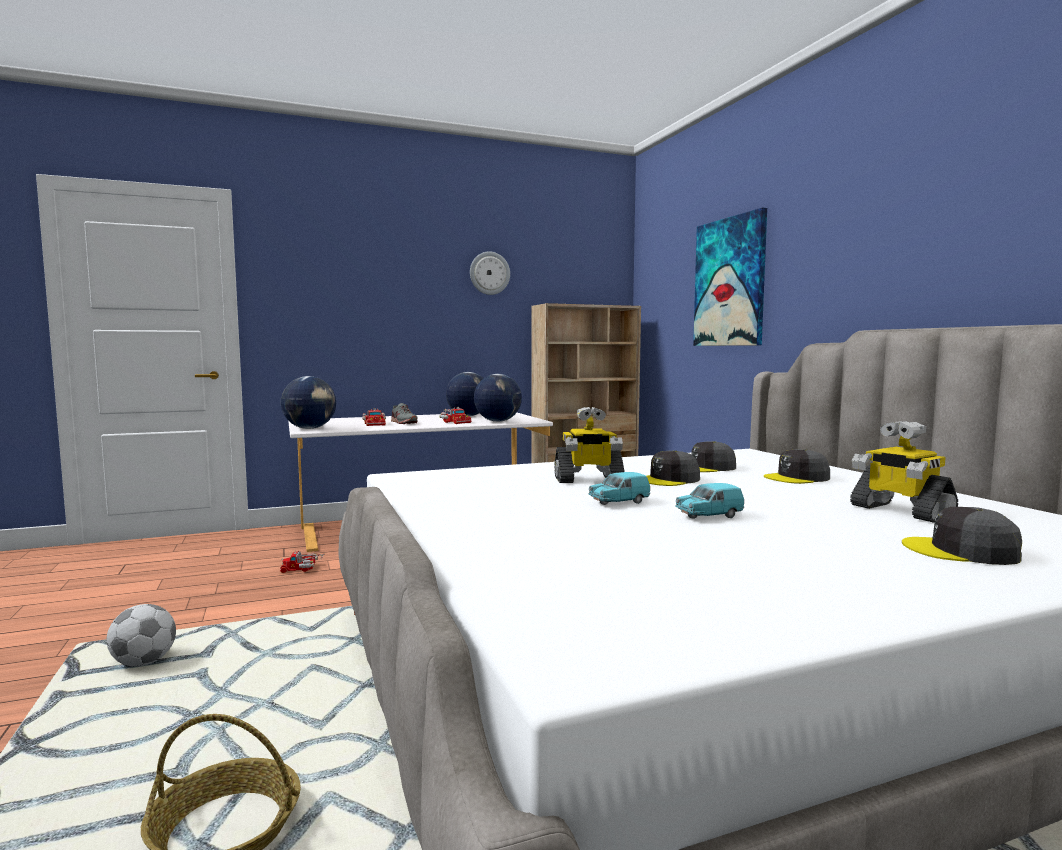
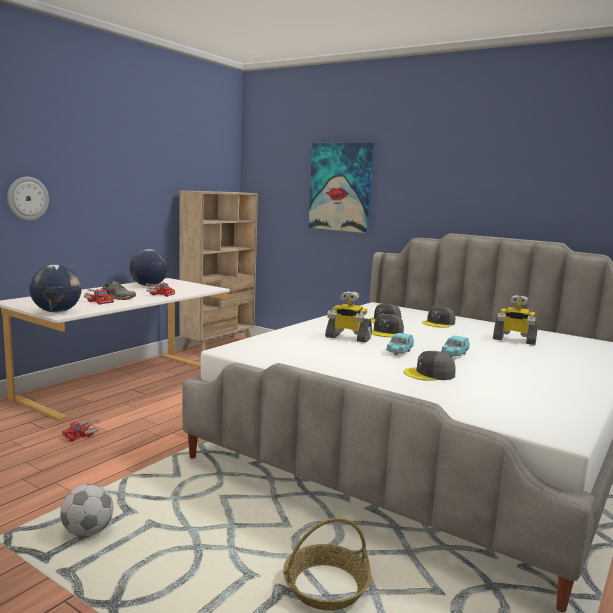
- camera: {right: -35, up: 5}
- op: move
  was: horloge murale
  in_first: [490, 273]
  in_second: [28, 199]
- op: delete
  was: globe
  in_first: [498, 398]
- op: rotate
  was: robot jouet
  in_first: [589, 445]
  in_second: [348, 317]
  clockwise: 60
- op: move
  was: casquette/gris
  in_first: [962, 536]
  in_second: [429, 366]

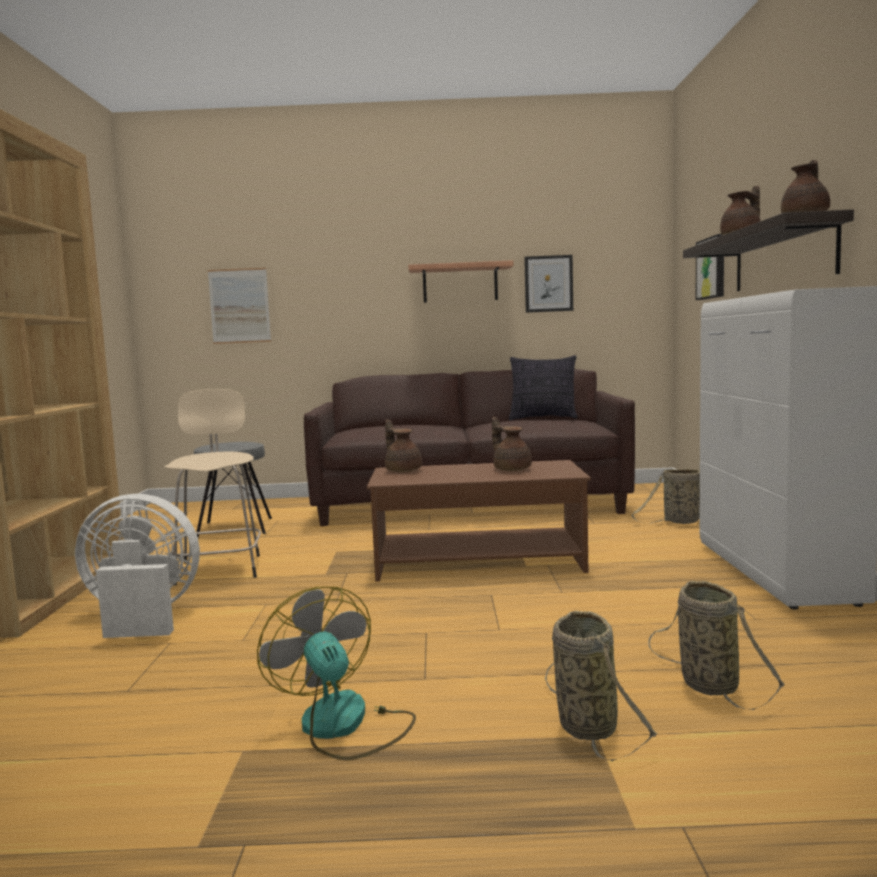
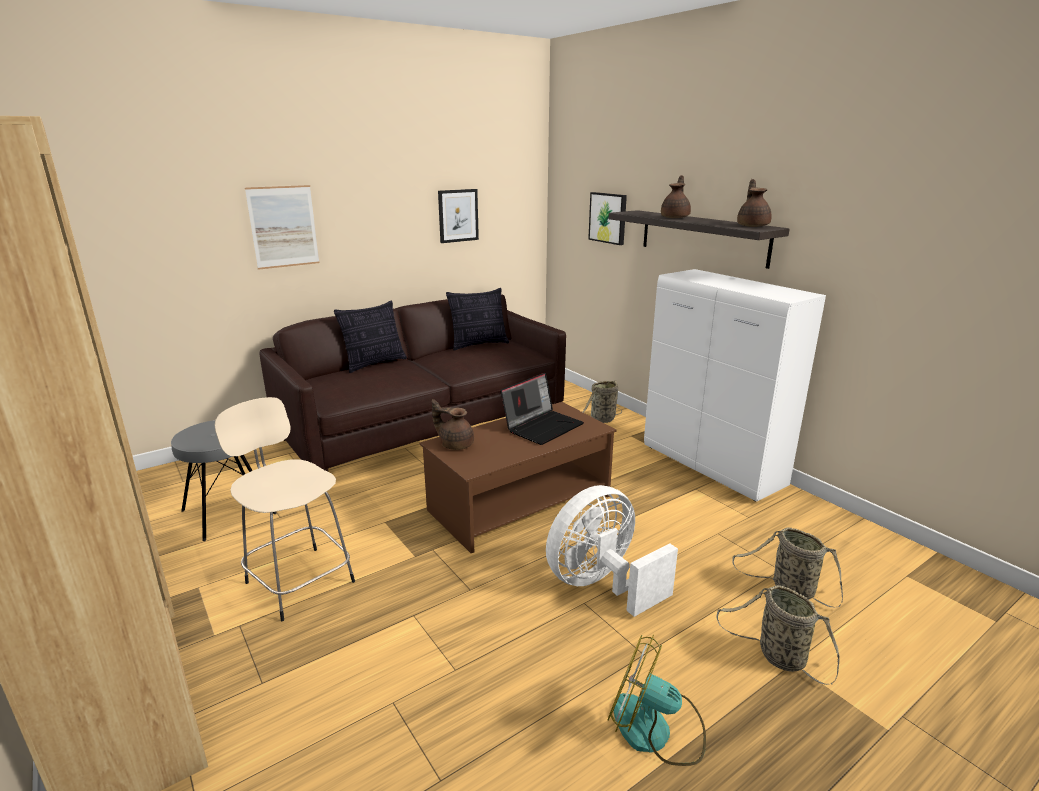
- camera: {right: -35, up: 15}
- op: move
  was: ventilateur/blanc
  in_first: [137, 566]
  in_second: [612, 551]
- op: move
  was: tableau
  in_first: [239, 306]
  in_second: [282, 227]
- op: delete
  was: étagère
  in_first: [460, 281]
- op: replace
  was: théière/marron
  now: ordinateur portable
  in_first: [512, 444]
  in_second: [542, 408]
- op: insert
  now: coussin
  in_second: [370, 337]

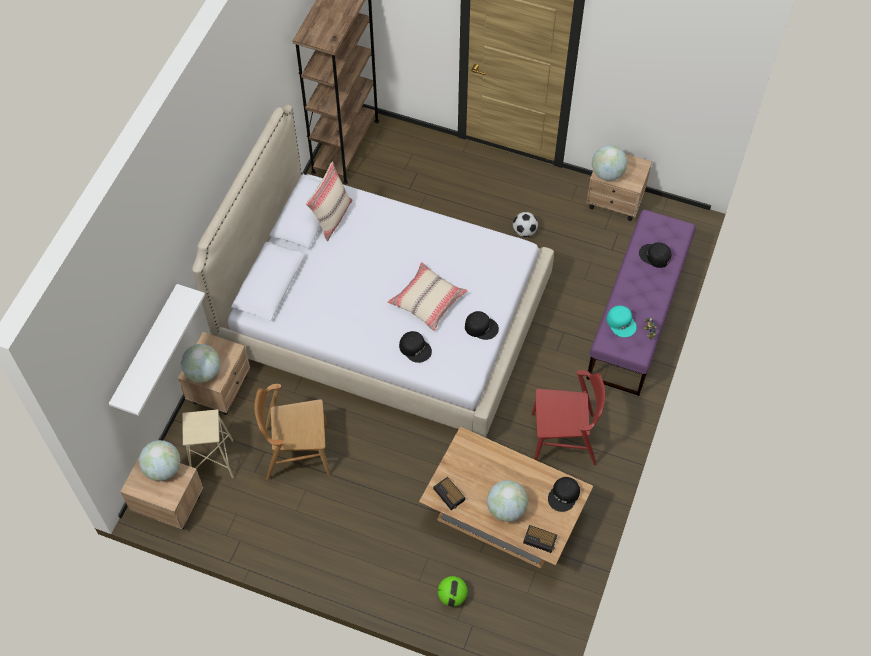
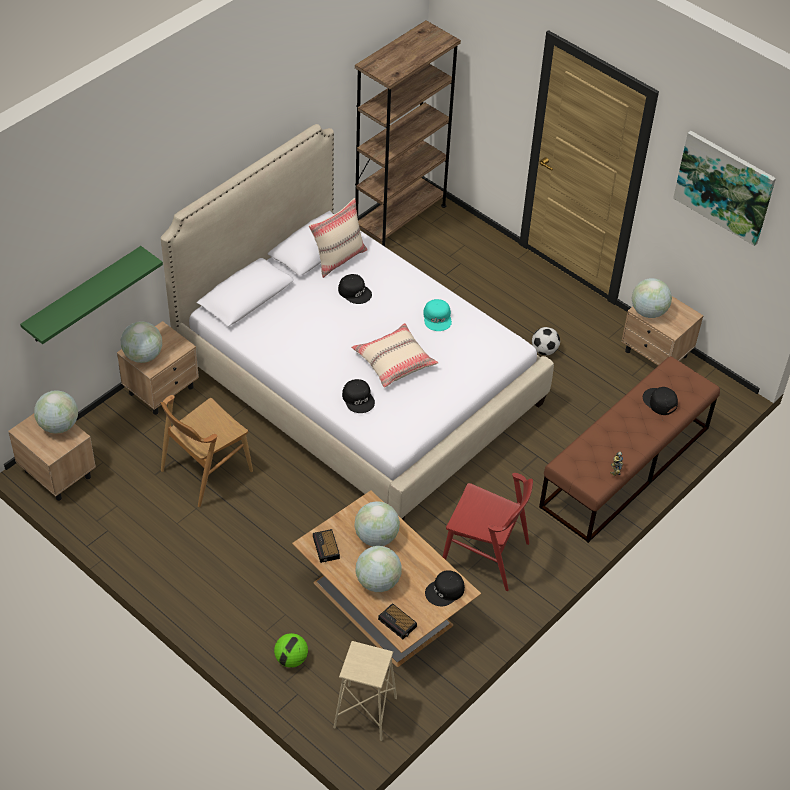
- camera: {right: 20, up: -10}
- op: recolor
  was: étagère/blanc
  now: étagère/vert
  in_first: [157, 350]
  in_second: [91, 295]
- op: move
  was: tabouret/beige
  in_first: [208, 443]
  in_second: [365, 691]
- op: rotate
  was: chaise/marron
  in_first: [292, 432]
  in_second: [206, 451]
  clockwise: -60
- op: move
  was: casquette/noir
  in_first: [482, 325]
  in_second: [355, 289]
- op: recolor
  was: banc/violet
  now: banc/marron
  in_first: [641, 303]
  in_second: [629, 449]
- op: move
  was: casquette/turquoise
  in_first: [621, 321]
  in_second: [437, 315]
- op: insert
  now: globe
  in_second: [377, 523]
- op: insert
  now: tableau
  in_second: [724, 188]

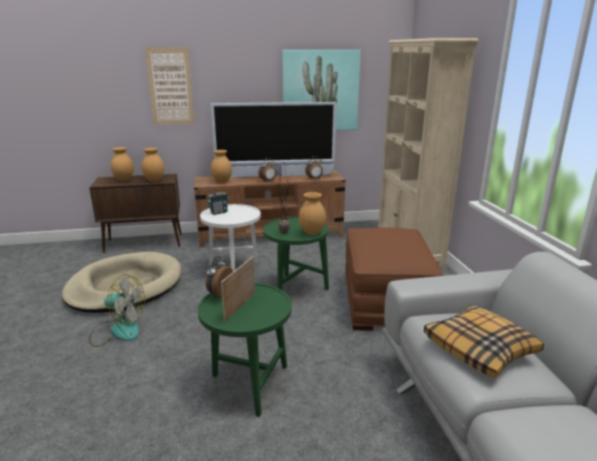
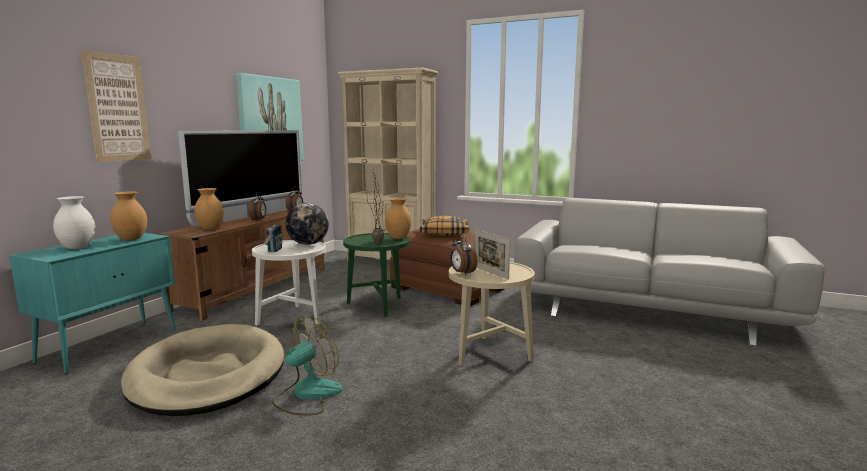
- camera: {right: -55, up: -10}
- op: recolor
  was: meuble de rangement/marron
  now: meuble de rangement/turquoise
  in_first: [135, 213]
  in_second: [92, 303]
- op: recolor
  was: vase/marron
  now: vase/blanc
  in_first: [122, 164]
  in_second: [74, 222]
- op: recolor
  was: table d'appoint/vert
  now: table d'appoint/beige
  in_first: [245, 350]
  in_second: [492, 314]
- op: move
  was: coussin
  in_first: [484, 341]
  in_second: [444, 226]
- op: insert
  now: globe
  in_second: [307, 224]

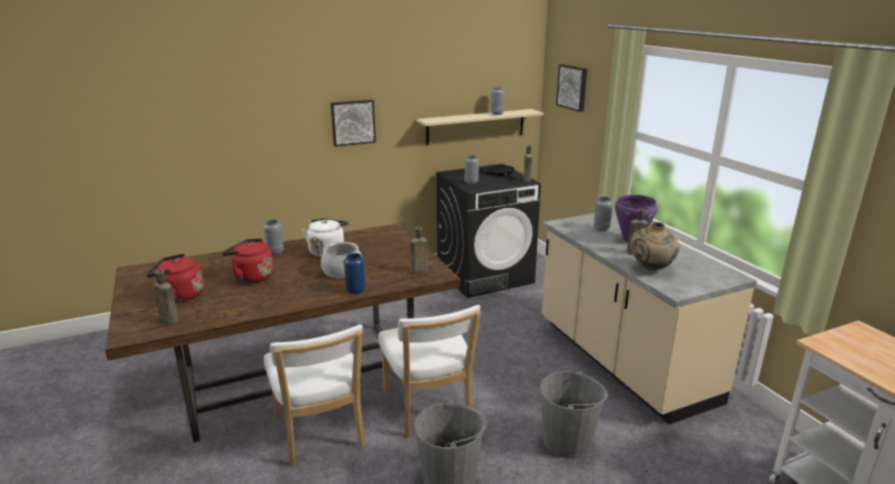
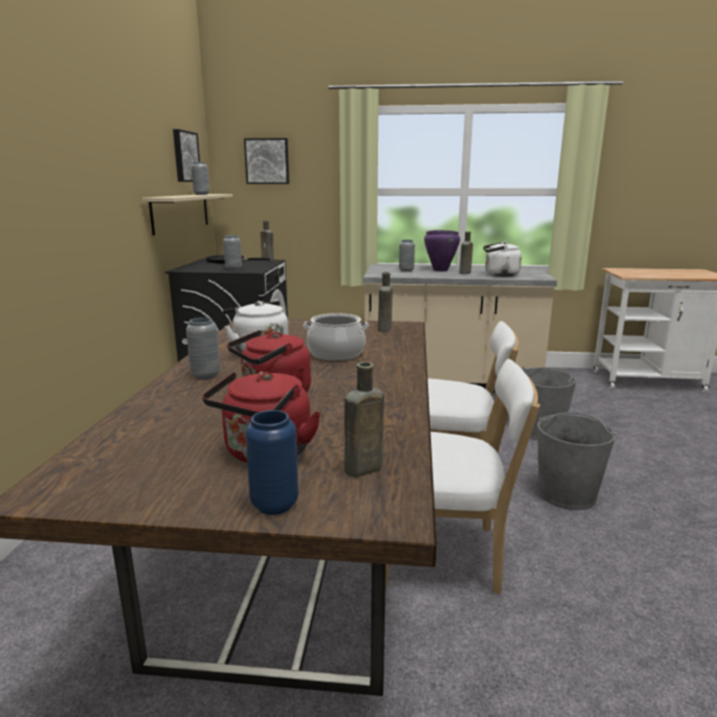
- camera: {right: -60, up: -5}
- op: move
  was: tableau
  in_first: [353, 123]
  in_second: [186, 155]
- op: move
  was: vase/bleu
  in_first: [354, 273]
  in_second: [272, 462]
- op: replace
  was: vase/beige
  now: bouilloire/blanc
  in_first: [655, 246]
  in_second: [502, 259]

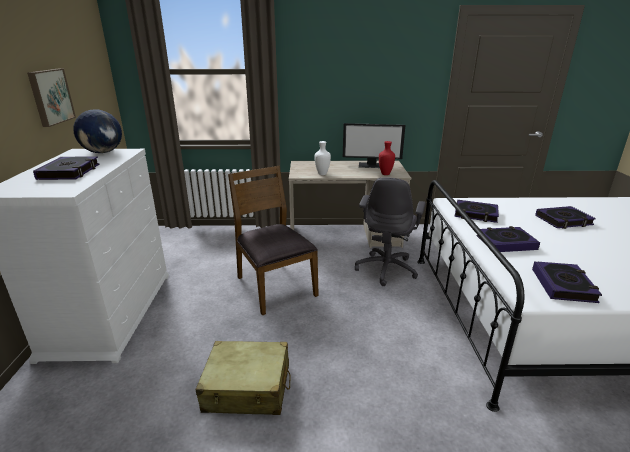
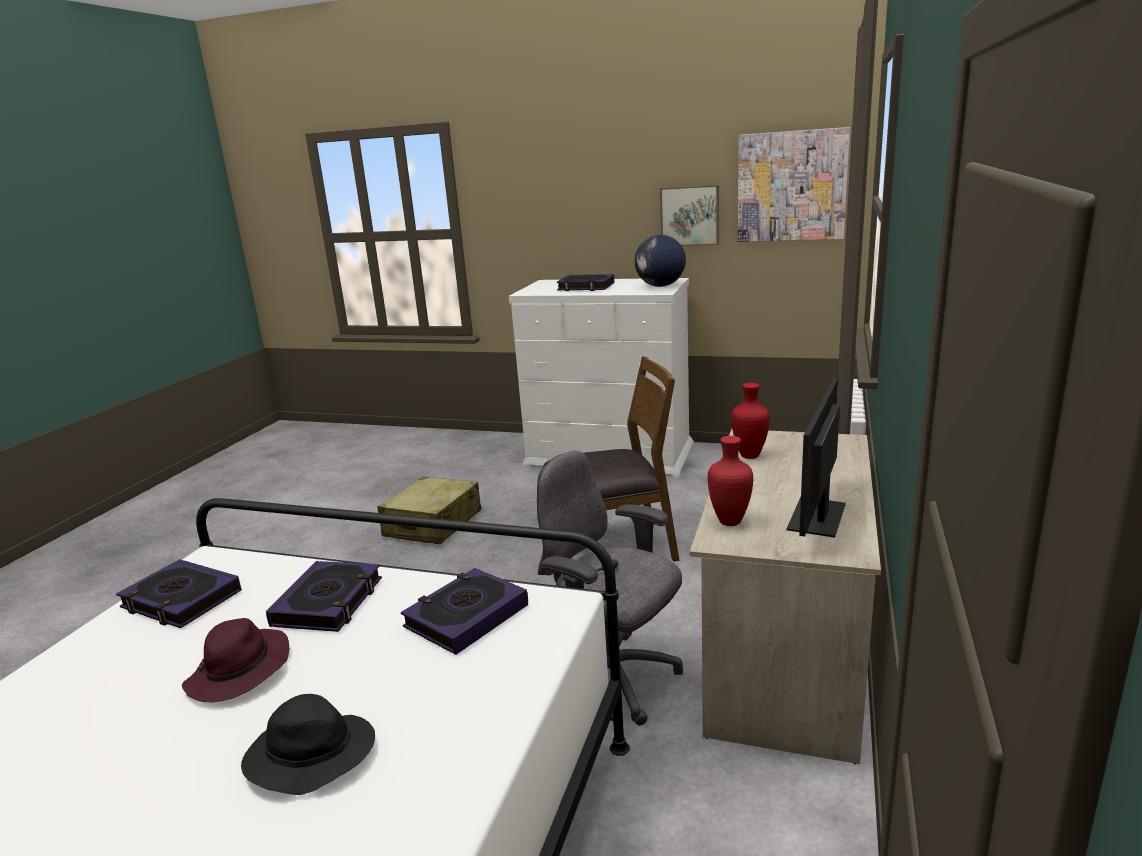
- camera: {right: 110, up: -5}
- op: recolor
  was: vase/blanc
  now: vase/rouge
  in_first: [322, 158]
  in_second: [750, 421]
- op: replace
  was: livre
  now: chapeau/noir
  in_first: [565, 217]
  in_second: [308, 744]
- op: insert
  now: chapeau/violet
  in_second: [236, 660]
- op: insert
  now: tableau
  in_second: [794, 184]

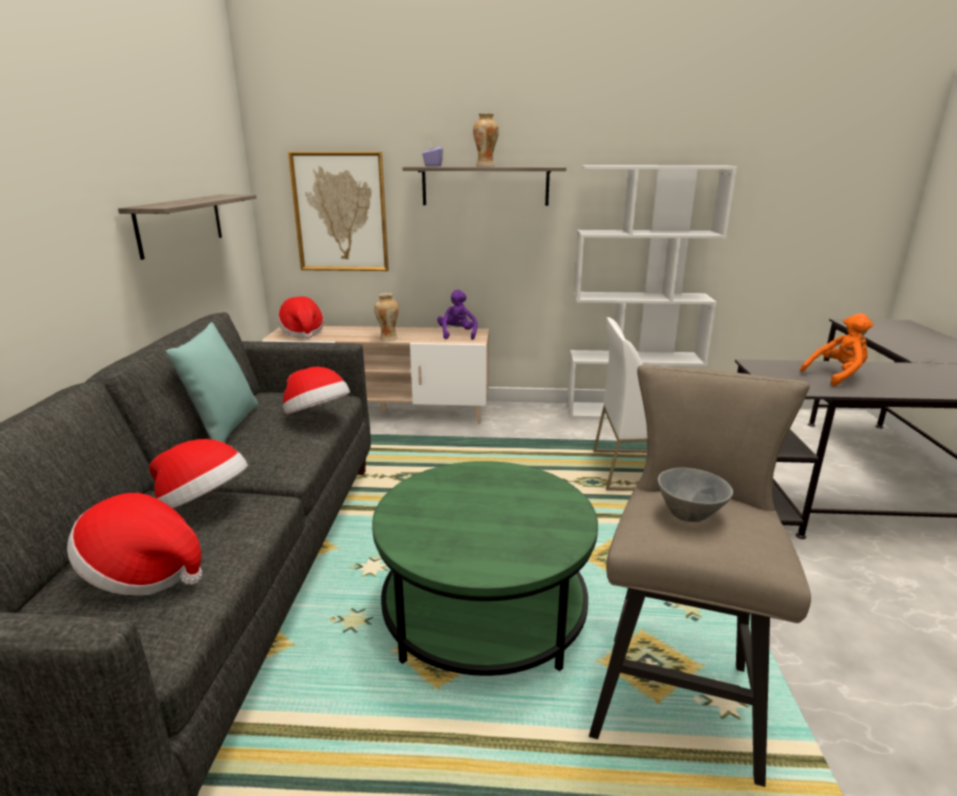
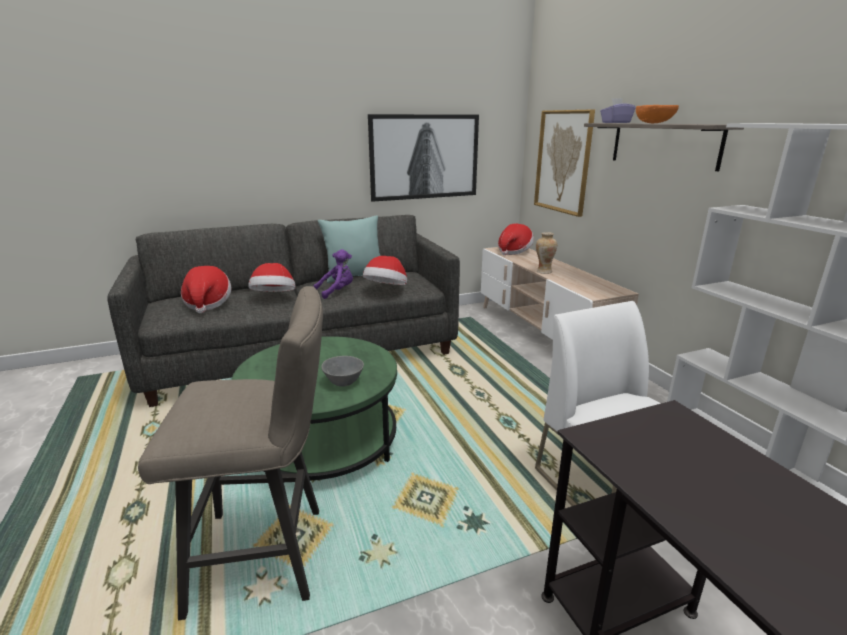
- camera: {right: 65, up: 0}
- op: replace
  was: étagère
  now: tableau
  in_first: [187, 227]
  in_second: [423, 158]
- op: move
  was: peluche/violet
  in_first: [457, 315]
  in_second: [333, 274]
- op: replace
  was: vase
  now: bol/orange
  in_first: [486, 139]
  in_second: [657, 114]
- op: move
  was: bol/gris
  in_first: [695, 494]
  in_second: [342, 371]
- op: delete
  was: peluche/orange
  in_first: [836, 349]

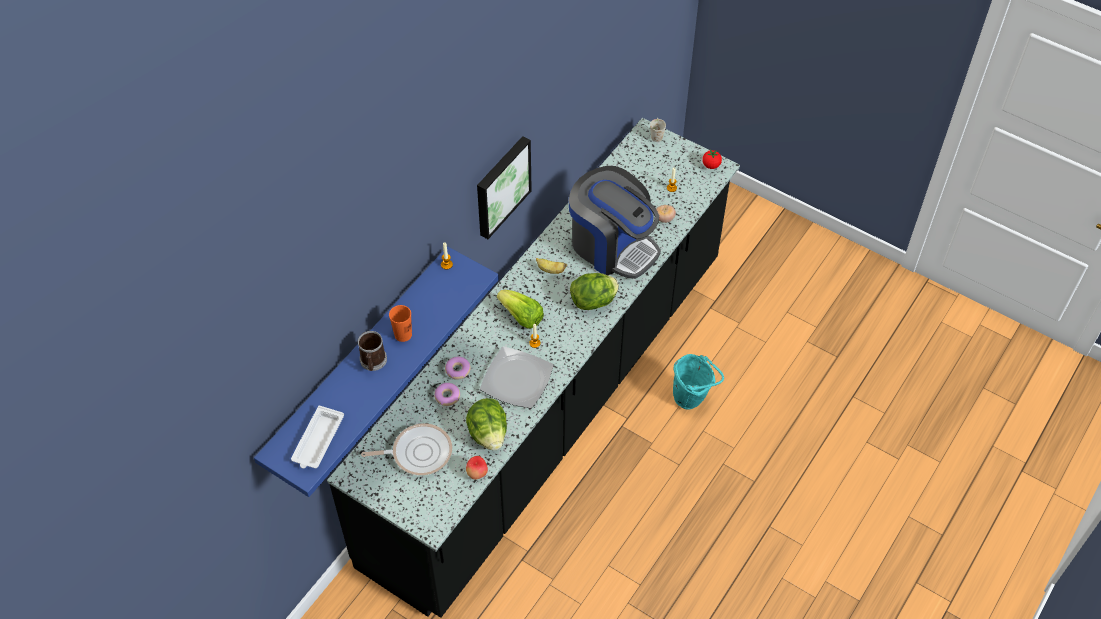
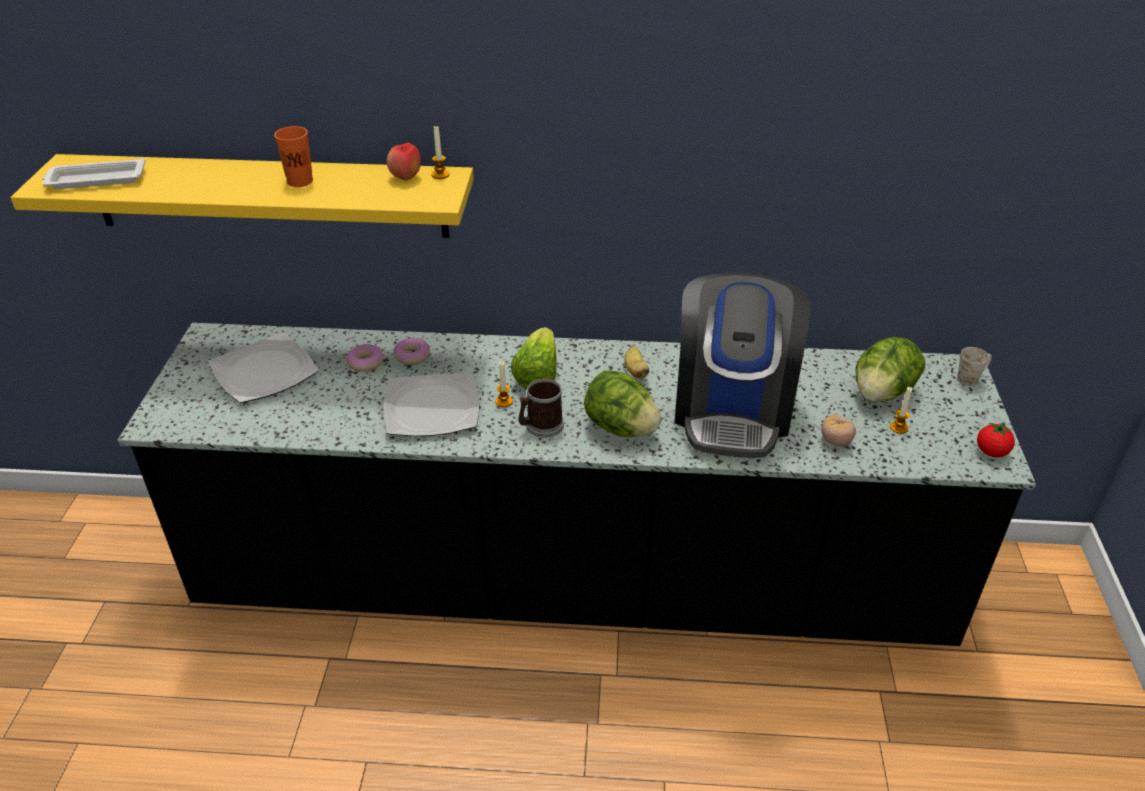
- camera: {right: 60, up: -15}
- op: recolor
  was: étagère/bleu
  now: étagère/jaune
  in_first: [376, 371]
  in_second: [242, 196]
- op: move
  was: mug
  in_first: [372, 351]
  in_second: [541, 408]
- op: replace
  was: poêle
  now: assiette
  in_first: [406, 449]
  in_second: [263, 368]
- op: move
  was: laitue
  in_first: [486, 424]
  in_second: [890, 369]
- op: move
  was: pomme
  in_first: [477, 468]
  in_second: [404, 161]
- op: delete
  was: tableau
  in_first: [504, 187]
- op: delete
  was: seau/turquoise
  in_first: [698, 382]

